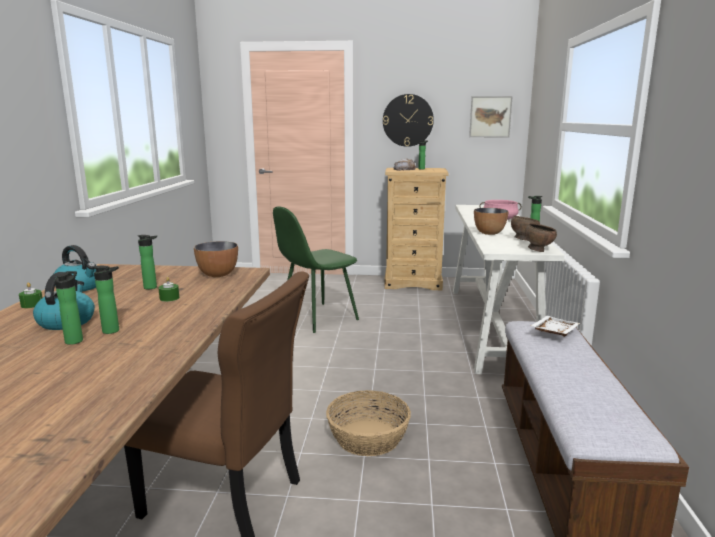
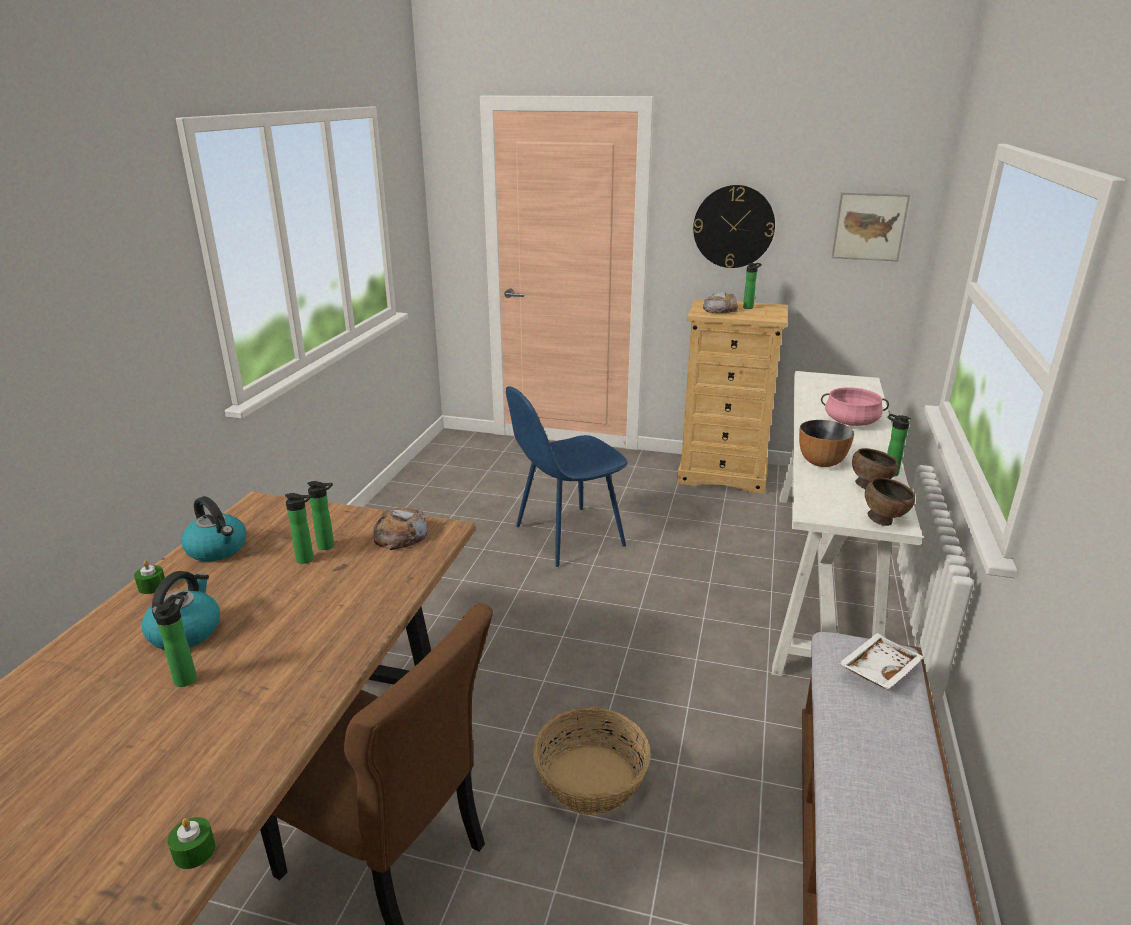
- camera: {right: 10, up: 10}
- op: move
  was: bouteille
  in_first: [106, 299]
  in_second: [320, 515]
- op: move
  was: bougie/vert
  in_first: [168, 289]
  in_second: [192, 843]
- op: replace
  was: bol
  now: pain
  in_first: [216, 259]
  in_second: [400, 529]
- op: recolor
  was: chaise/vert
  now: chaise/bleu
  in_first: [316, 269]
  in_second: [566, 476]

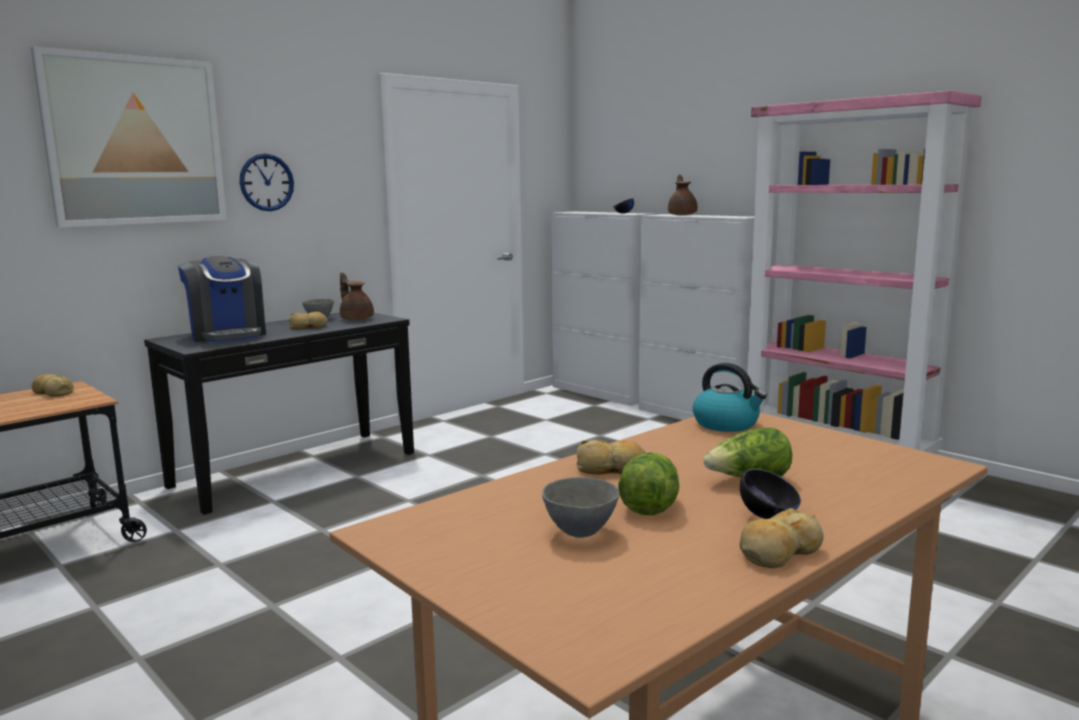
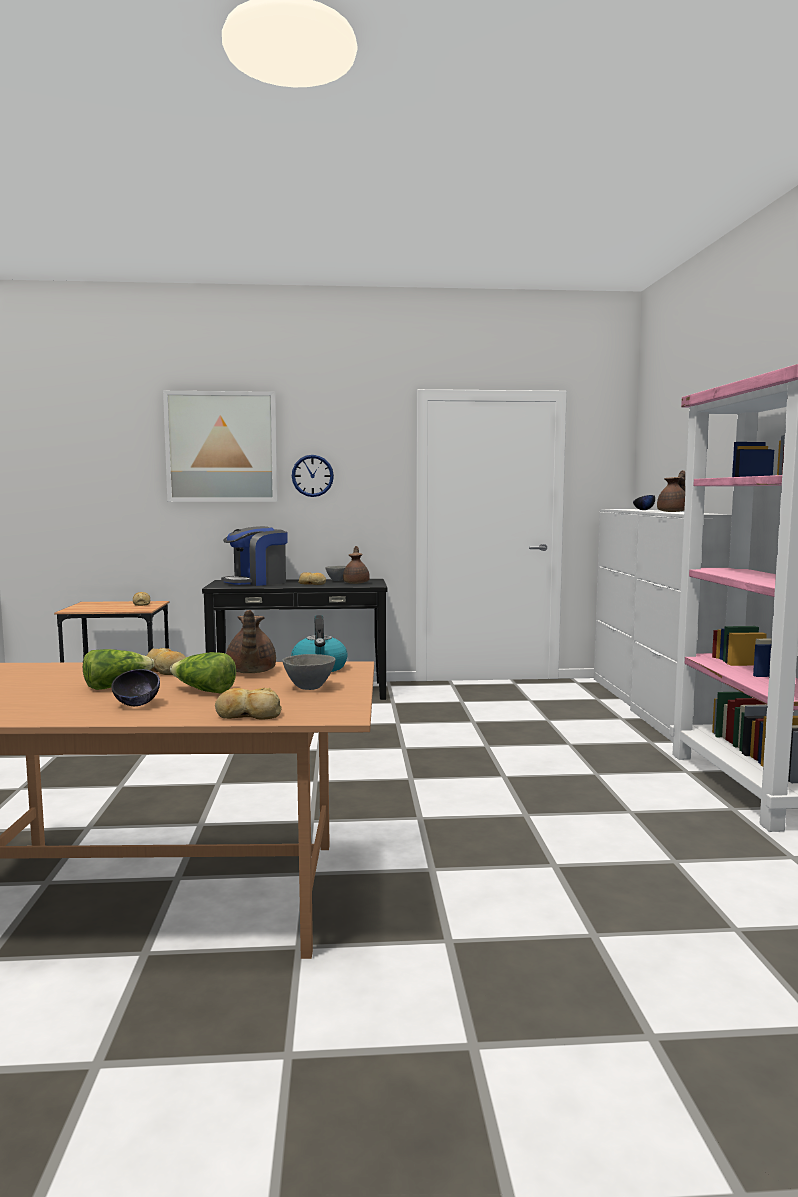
- camera: {right: 40, up: -5}
- op: rotate
  was: machine à café
  in_first: [222, 299]
  in_second: [254, 556]
  clockwise: 45
- op: move
  was: bol/gris
  in_first: [580, 507]
  in_second: [309, 672]
- op: move
  was: pain
  in_first: [782, 538]
  in_second: [248, 704]
- op: insert
  now: théière/marron
  in_second: [251, 641]

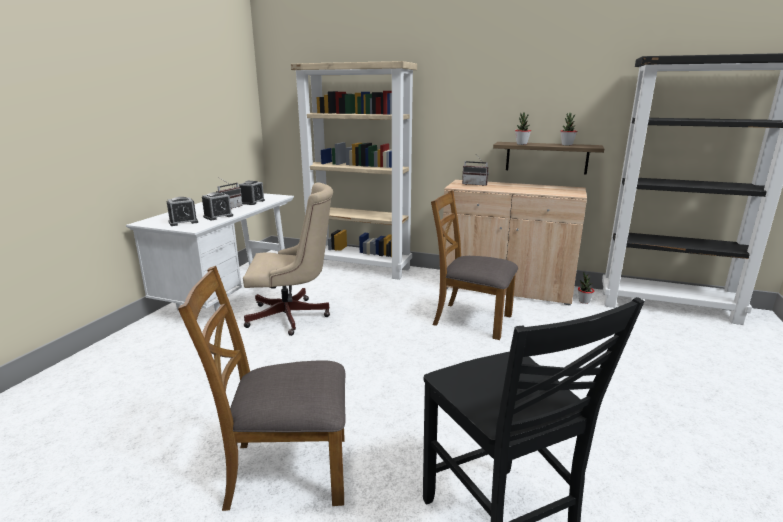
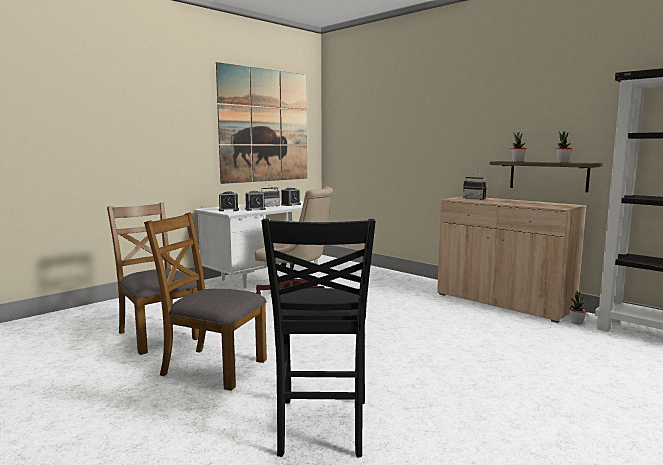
- camera: {right: 25, up: -10}
- op: delete
  was: bibliothèque/beige
  in_first: [354, 170]
- op: move
  was: chaise/marron
  in_first: [474, 265]
  in_second: [153, 278]
- op: insert
  now: tableau
  in_second: [261, 123]

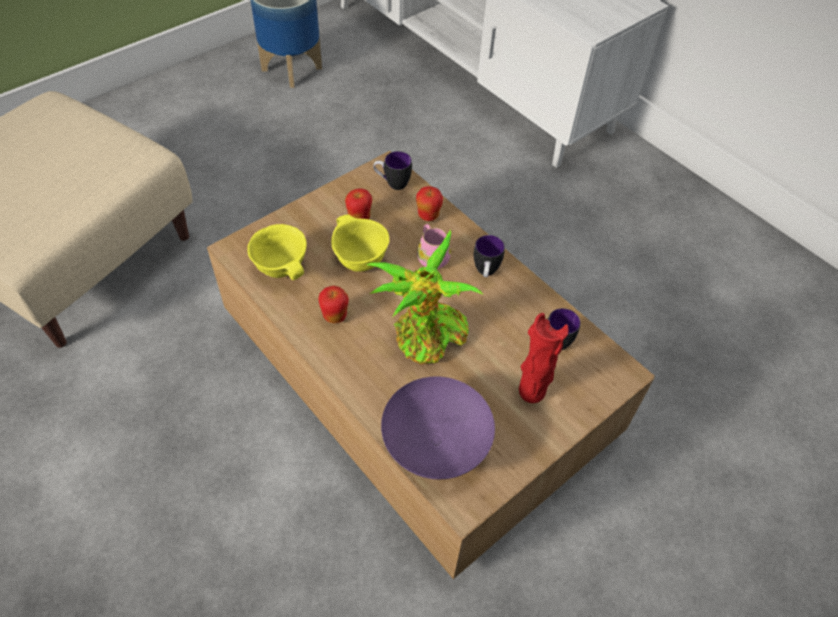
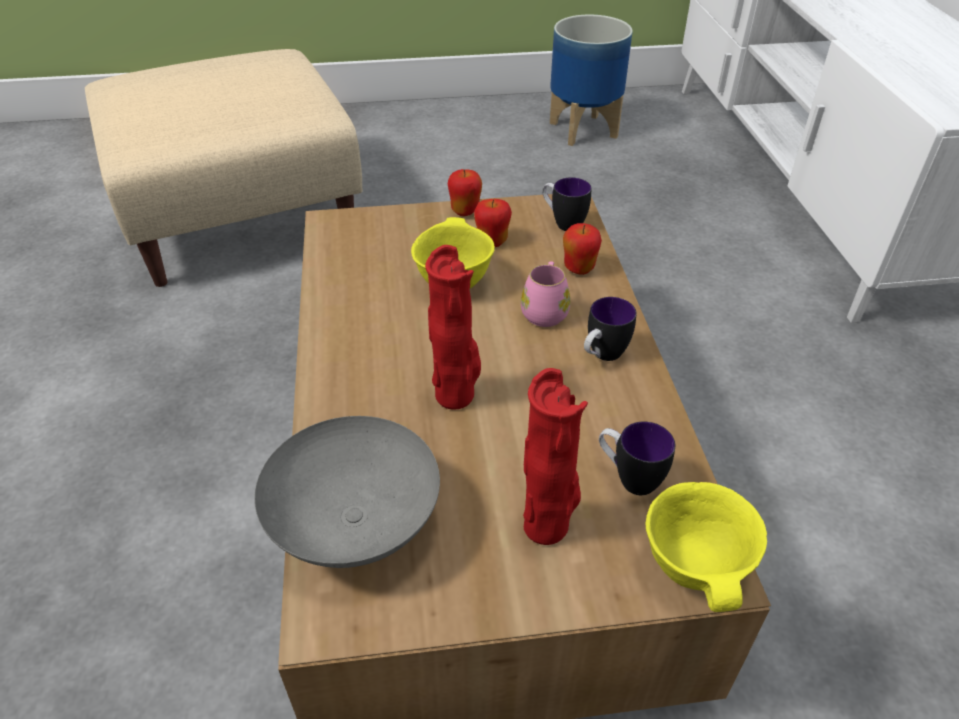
- camera: {right: 35, up: -10}
- op: move
  was: bol/jaune
  in_first: [277, 252]
  in_second: [706, 547]
- op: move
  was: pomme
  in_first: [333, 304]
  in_second: [465, 192]
- op: replace
  was: plante en pot
  now: vase/rouge
  in_first: [424, 297]
  in_second: [453, 327]
- op: recolor
  was: bol/violet
  now: bol/gris
  in_first: [438, 428]
  in_second: [347, 492]

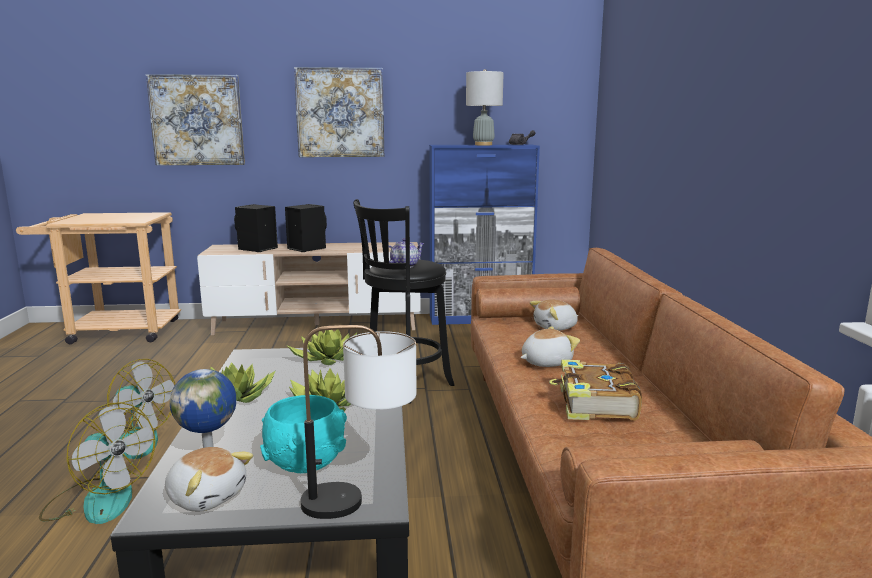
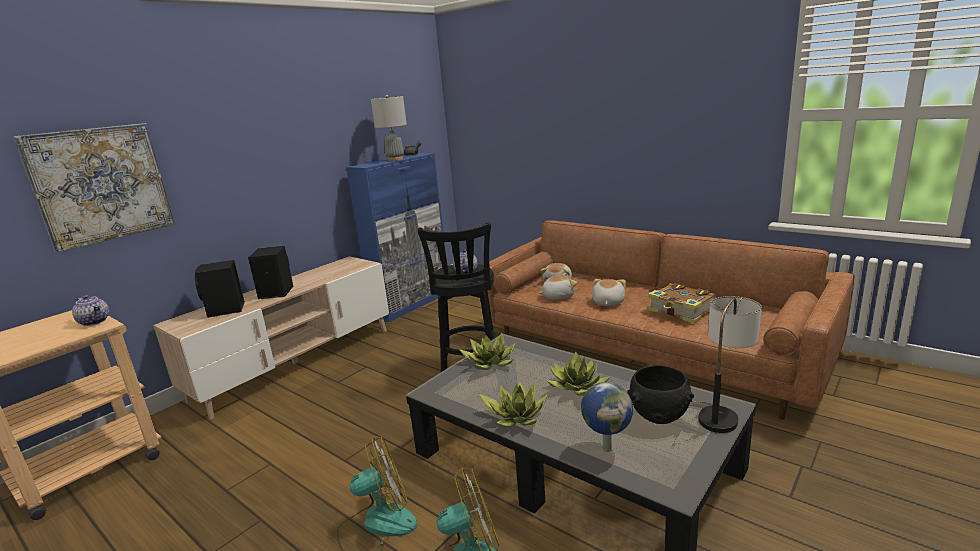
- camera: {right: -45, up: 5}
- op: move
  was: peluche
  in_first: [209, 479]
  in_second: [558, 286]
- op: recolor
  was: bol/turquoise
  now: bol/noir
  in_first: [303, 434]
  in_second: [660, 394]
- op: delete
  was: tableau
  in_first: [339, 112]
- op: insert
  now: théière
  in_second: [90, 310]

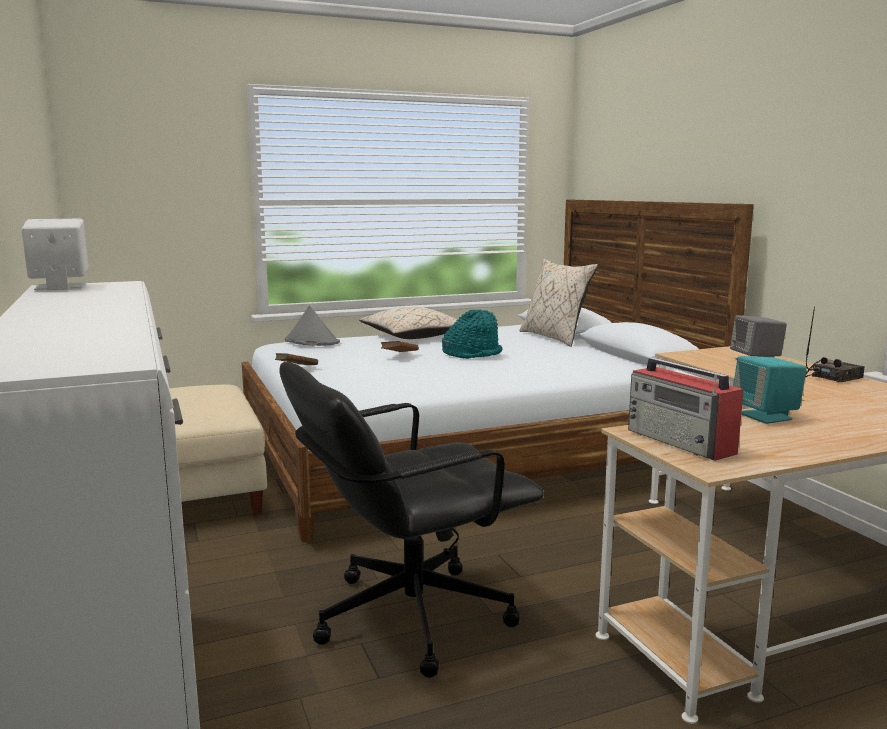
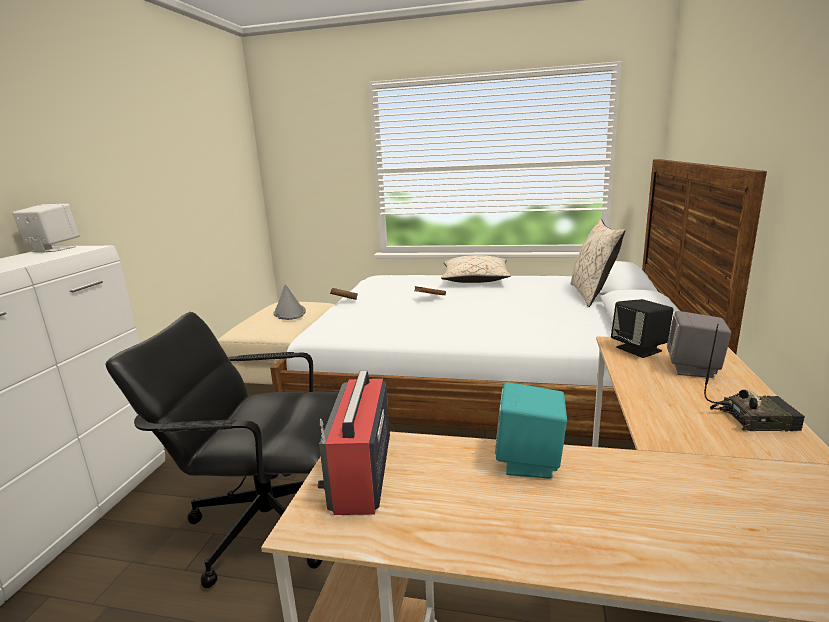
- camera: {right: 35, up: 5}
- op: move
  was: chapeau/gris
  in_first: [312, 326]
  in_second: [289, 302]
- op: delete
  was: chapeau/turquoise
  in_first: [472, 334]
- op: insert
  now: enceinte/noir
  in_second: [642, 328]

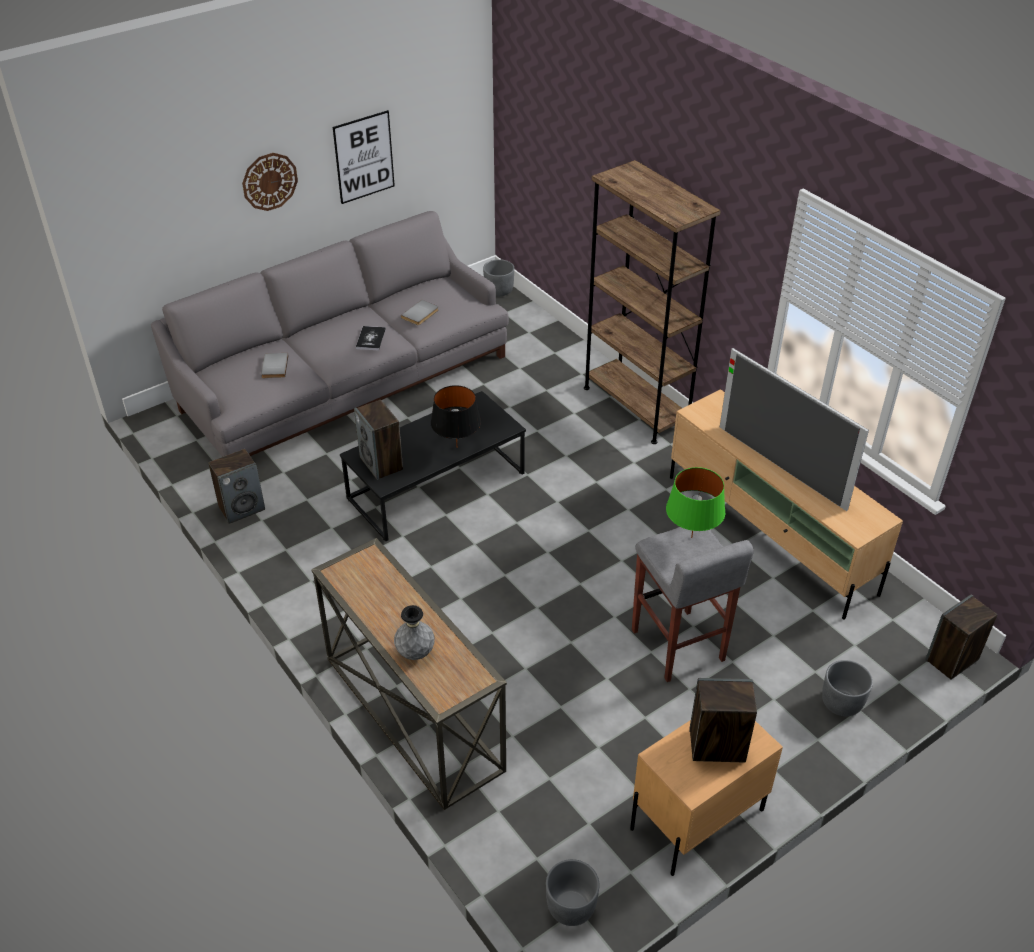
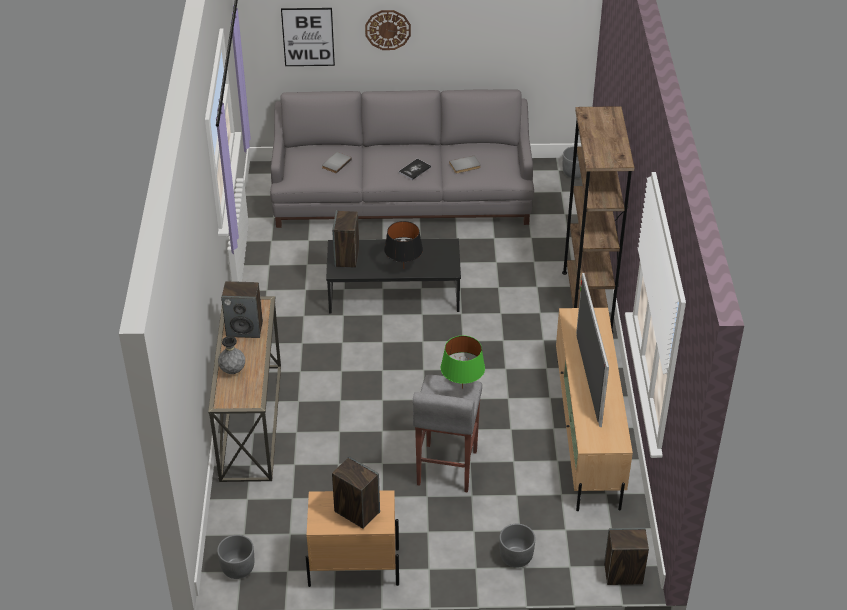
- camera: {right: 35, up: 0}
- op: move
  was: enceinte
  in_first: [236, 486]
  in_second: [242, 309]
- op: move
  was: tableau
  in_first: [364, 157]
  in_second: [308, 37]

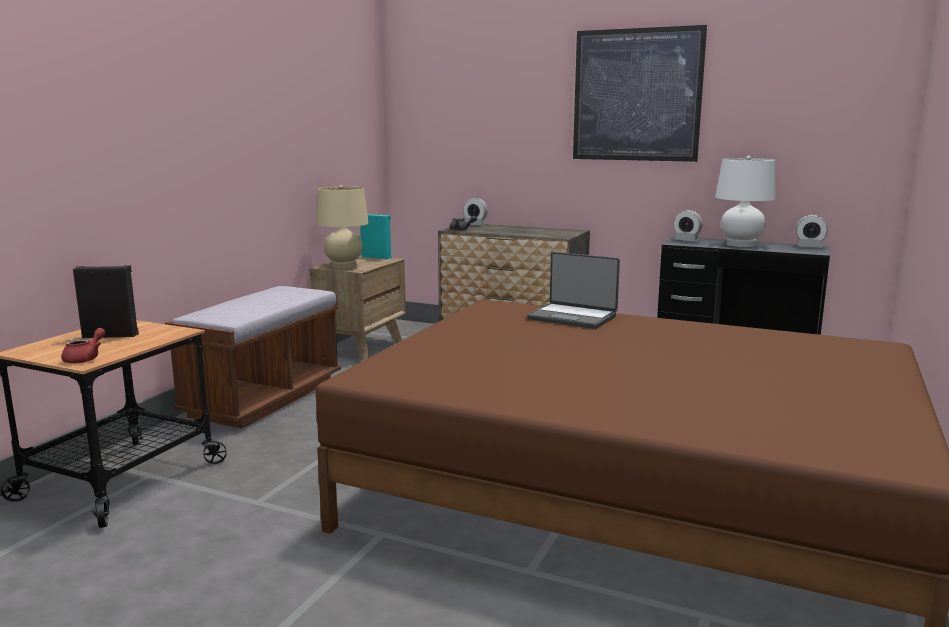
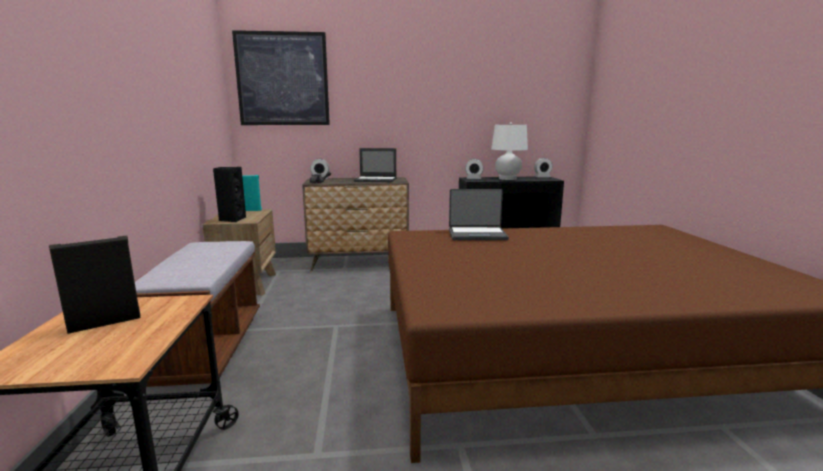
- camera: {right: -30, up: 0}
- op: delete
  was: théière/rouge
  in_first: [83, 345]
- op: replace
  was: lampe de table/beige
  now: enceinte/noir
  in_first: [342, 227]
  in_second: [229, 194]
- op: move
  was: tableau
  in_first: [640, 93]
  in_second: [281, 77]
- op: insert
  now: ordinateur portable
  in_second: [375, 165]

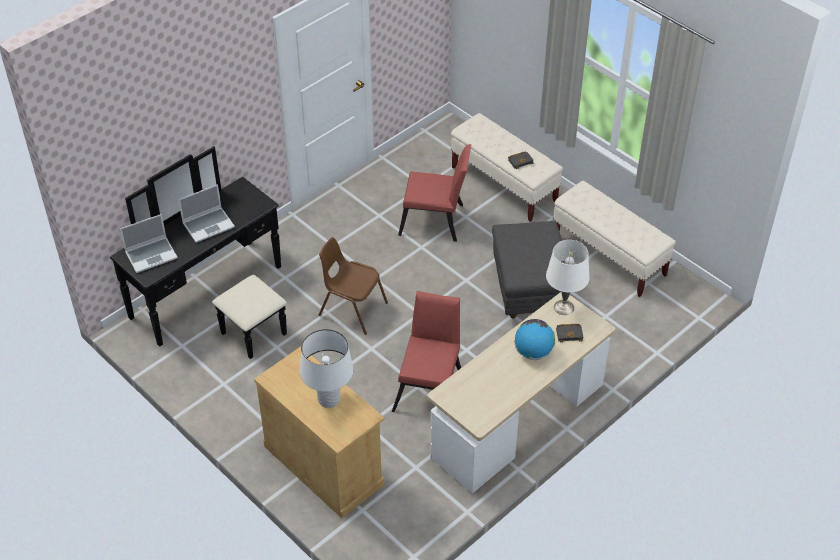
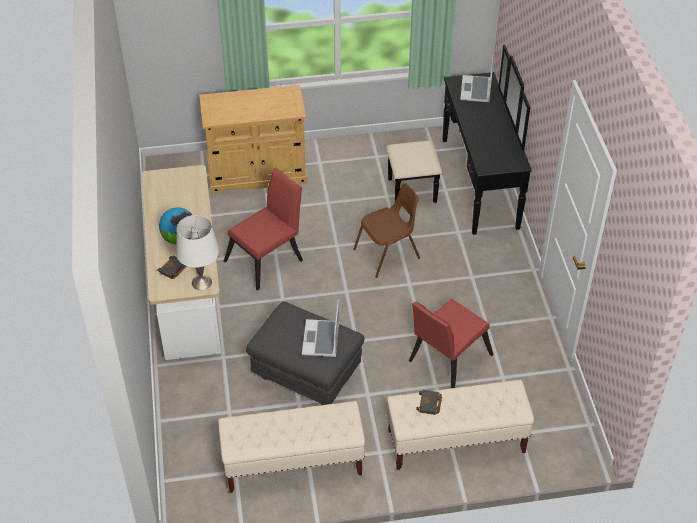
- camera: {right: 125, up: 0}
- op: move
  was: ordinateur portable
  in_first: [206, 213]
  in_second: [320, 328]
- op: delete
  was: lampe de table/blanc
  in_first: [326, 368]
- op: rotate
  was: chaise/rouge
  in_first: [426, 351]
  in_second: [263, 229]
  clockwise: -90

